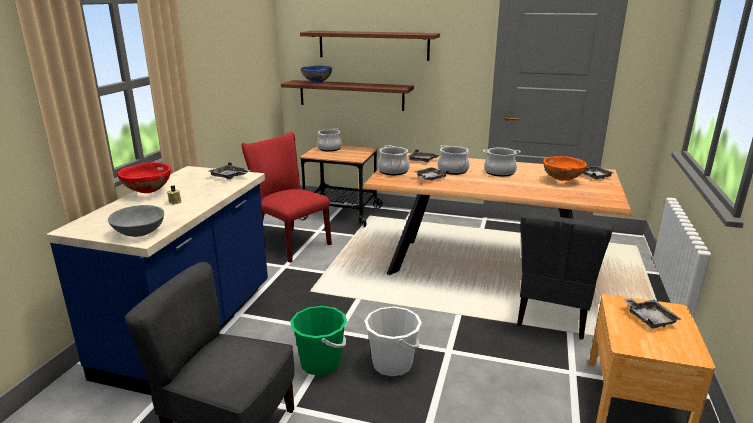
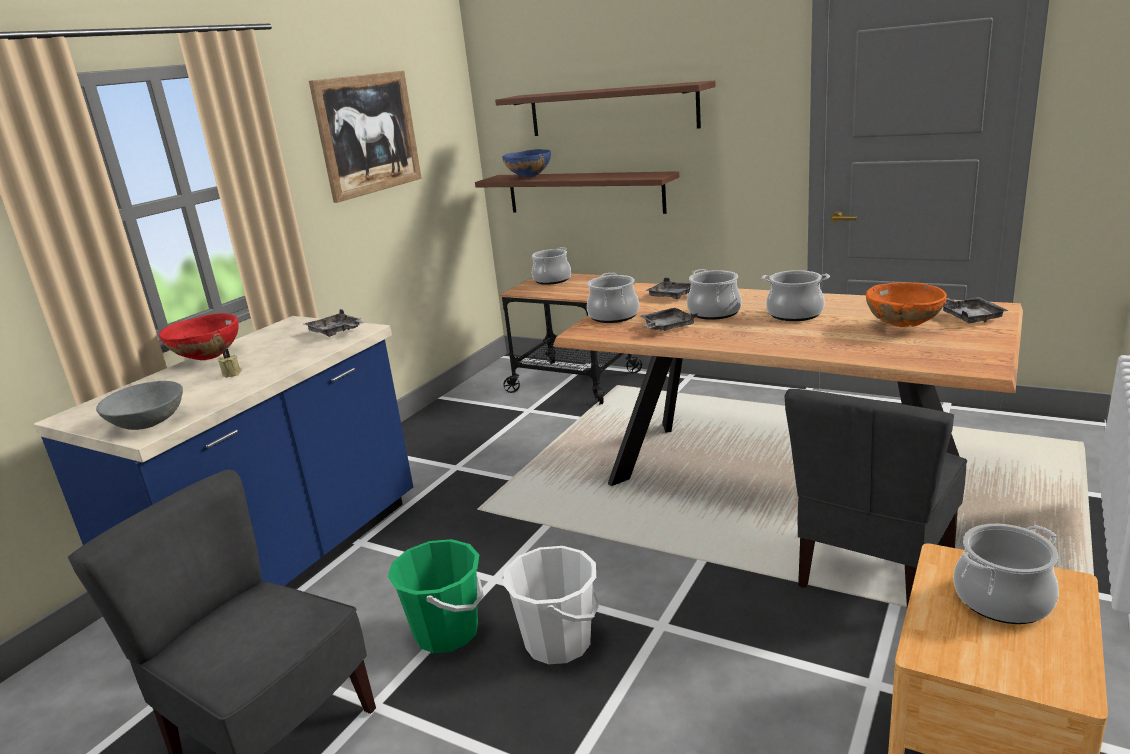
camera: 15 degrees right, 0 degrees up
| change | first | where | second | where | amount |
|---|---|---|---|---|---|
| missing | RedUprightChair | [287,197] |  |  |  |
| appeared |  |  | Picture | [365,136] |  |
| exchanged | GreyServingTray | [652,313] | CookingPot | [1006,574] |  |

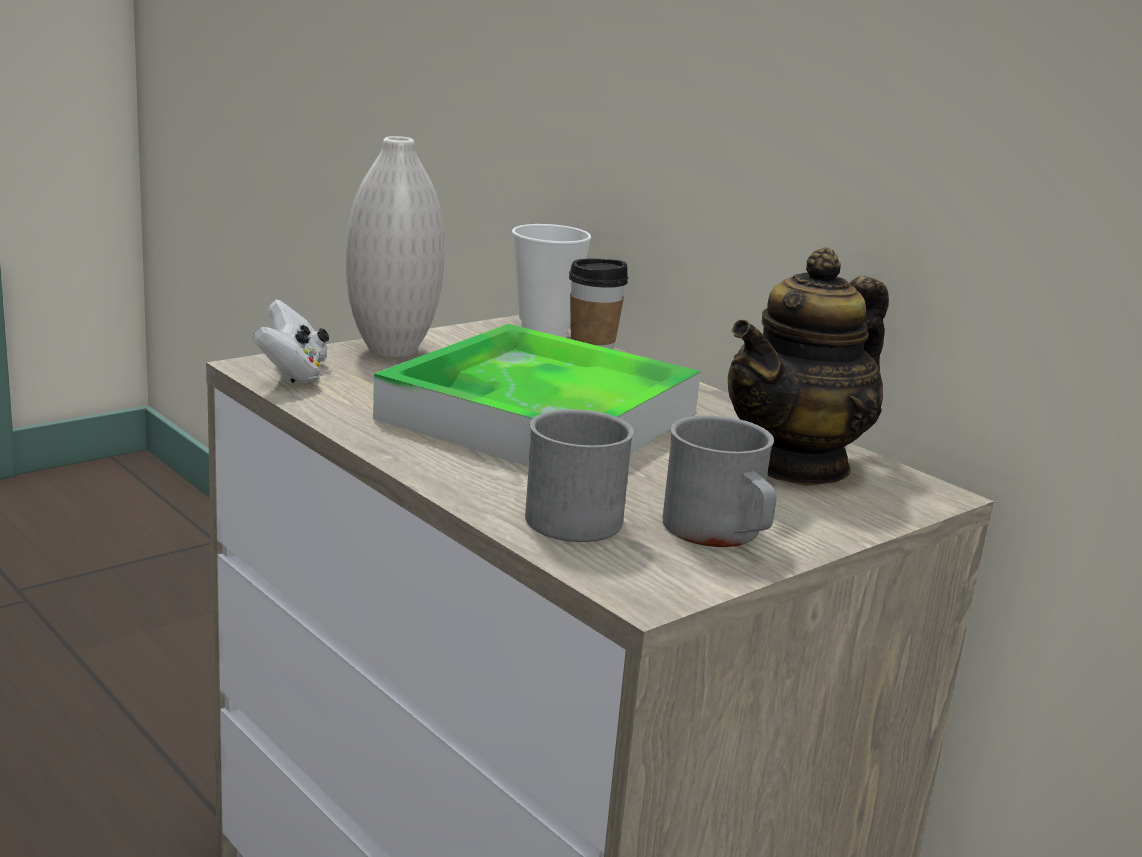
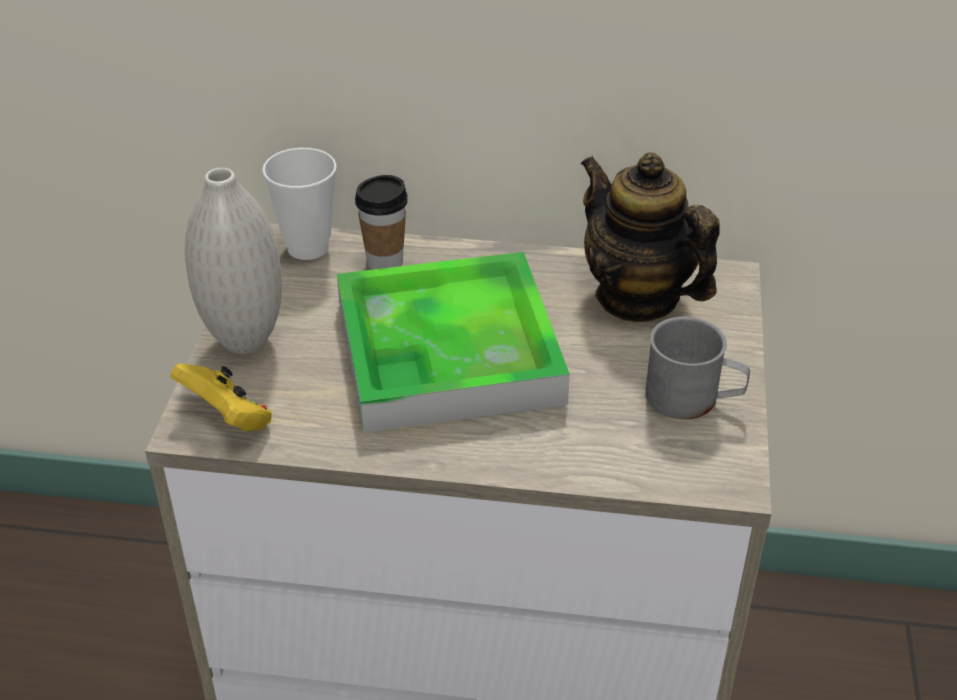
camera: 40 degrees left, 20 degrees up
| change | first | where | second | where | amount |
|---|---|---|---|---|---|
| missing | GreyTeaMug | [579,475] |  |  |  |
| colour | WhiteGameController | [290,342] | YellowishGameController | [221,398] |  |
| spun | Teapot | [808,366] |  | [650,237] | 135 degrees clockwise |

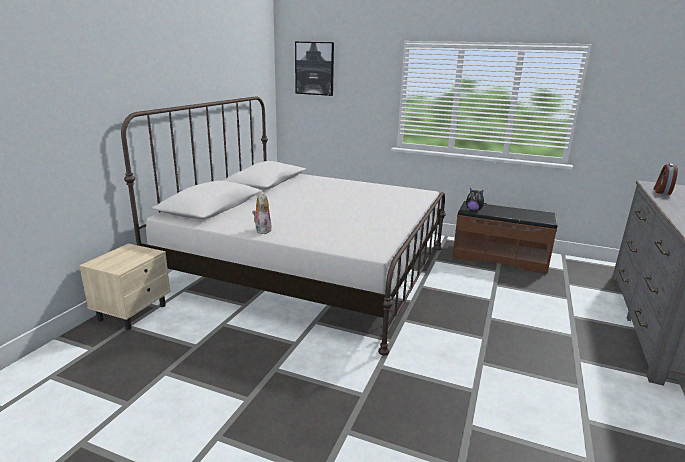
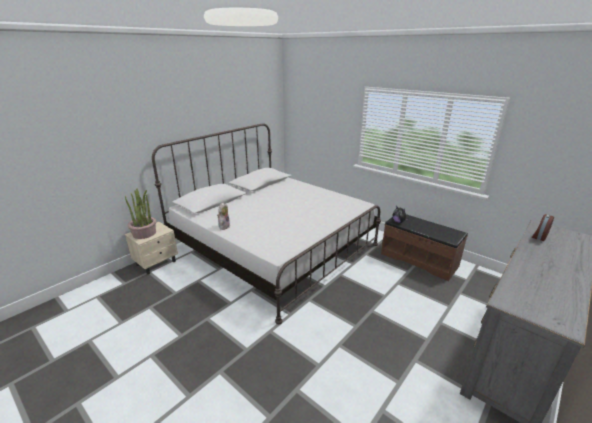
camera: 20 degrees right, 5 degrees up
| change | first | where | second | where | amount |
|---|---|---|---|---|---|
| missing | Picture | [314,69] |  |  |  |
| appeared |  |  | PottedPlant | [140,213] |  |

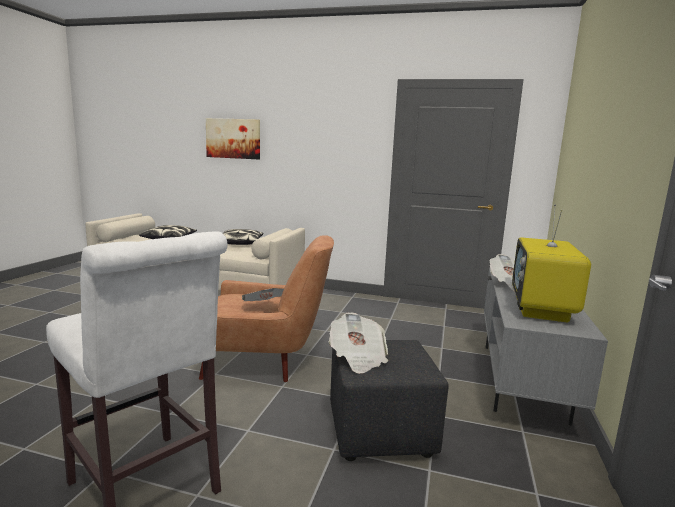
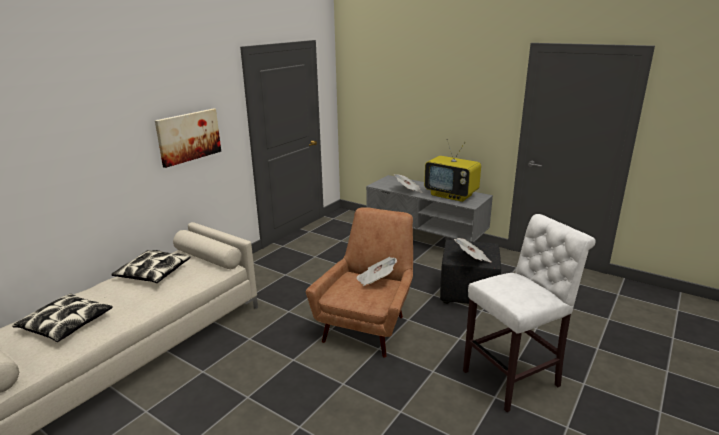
camera: 70 degrees left, 10 degrees up
| change | first | where | second | where | amount |
|---|---|---|---|---|---|
| relocated | Picture | [233,138] |  | [188,138] |  |

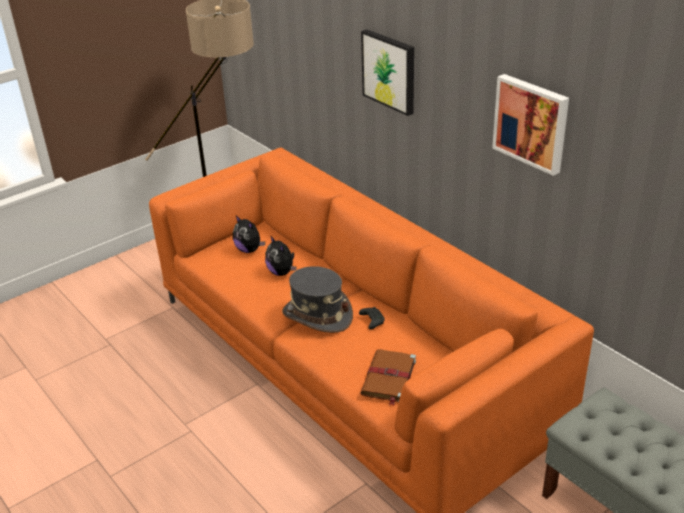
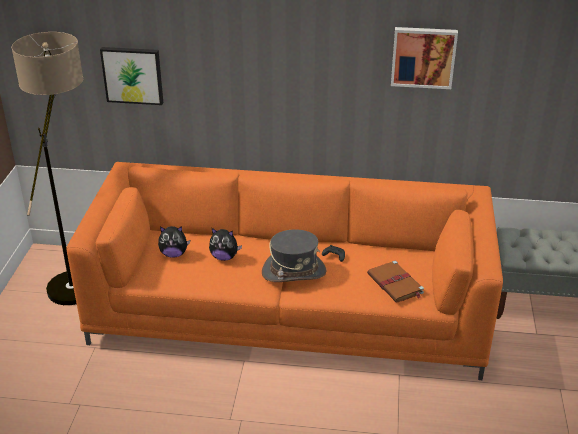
camera: 45 degrees left, 0 degrees up
| change | first | where | second | where | amount |
|---|---|---|---|---|---|
| relocated | Picture | [387,72] |  | [131,76] |  |

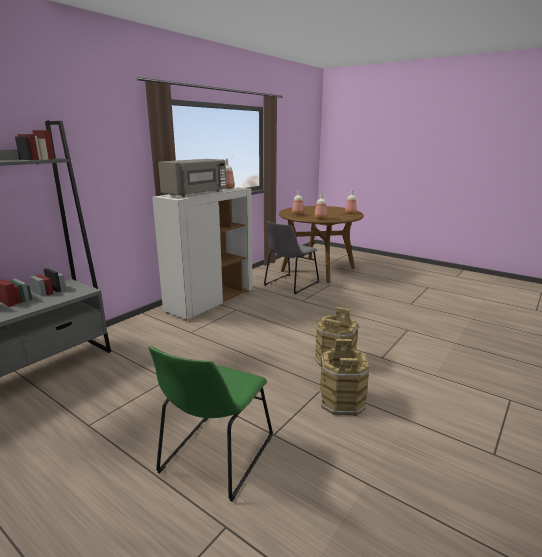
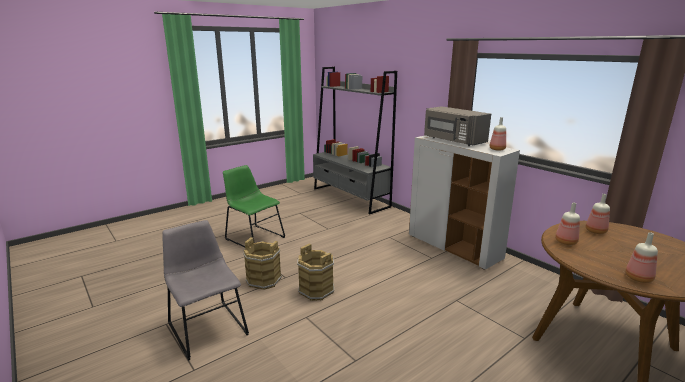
camera: 105 degrees right, 0 degrees up
| change | first | where | second | where | amount |
|---|---|---|---|---|---|
| relocated | GreyUprightChair | [291,257] |  | [205,290] |  |

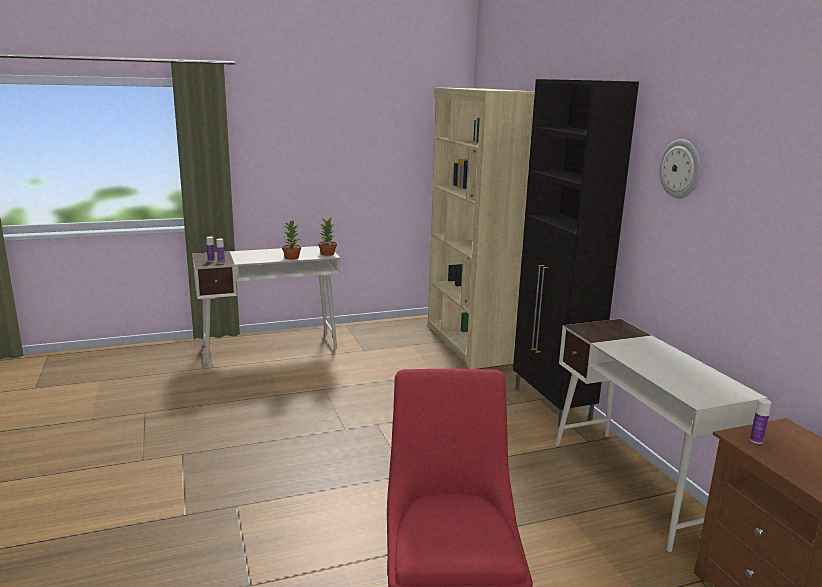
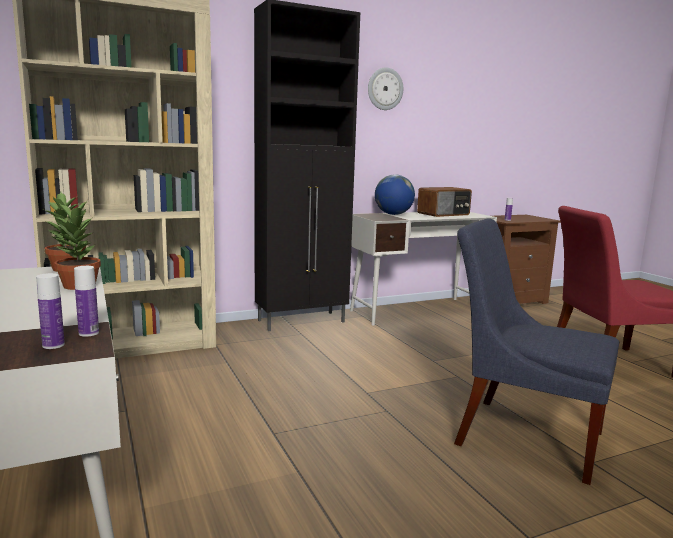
camera: 95 degrees left, 5 degrees down
| change | first | where | second | where | amount |
|---|---|---|---|---|---|
| appeared |  |  | WorldGlobe | [395,194] |  |
| appeared |  |  | Radio | [444,202] |  |
| appeared |  |  | BlueColouredUprightChair | [536,351] |  |

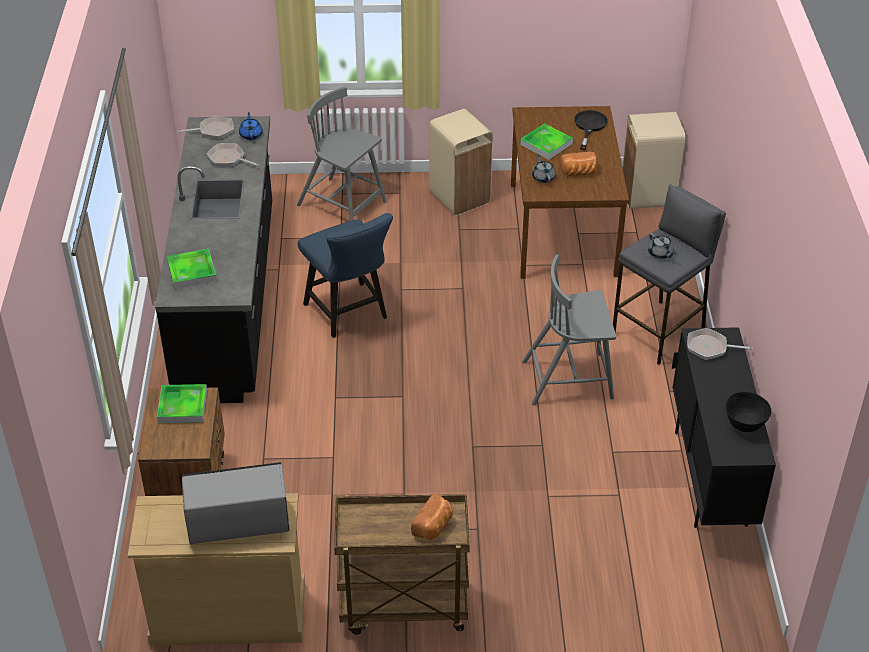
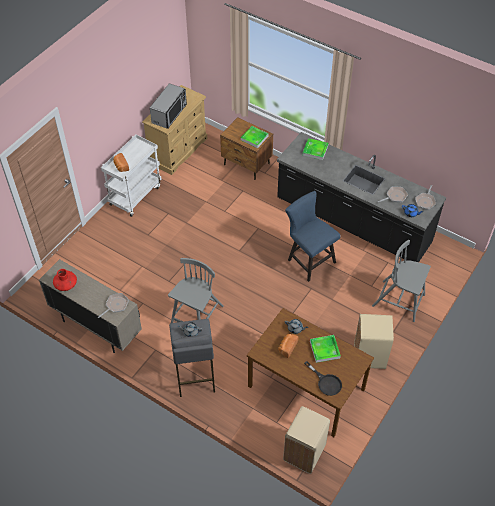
camera: 125 degrees right, 10 degrees up
| change | first | where | second | where | amount |
|---|---|---|---|---|---|
| exchanged | BlackDeepDish | [749,412] | RedVase | [65,280] |  |
| colour | BrownColouredTrolley | [402,563] | WhiteTrolley | [131,175] |  |
| colour | BlackStorageCabinet | [724,427] | BeigeColouredStorageCabinet | [90,306] |  |
| spun | GreyUprightChair | [342,153] |  | [401,281] | 135 degrees counterclockwise |
| spun | BlueColouredUprightChair | [345,275] |  | [313,236] | 45 degrees clockwise |

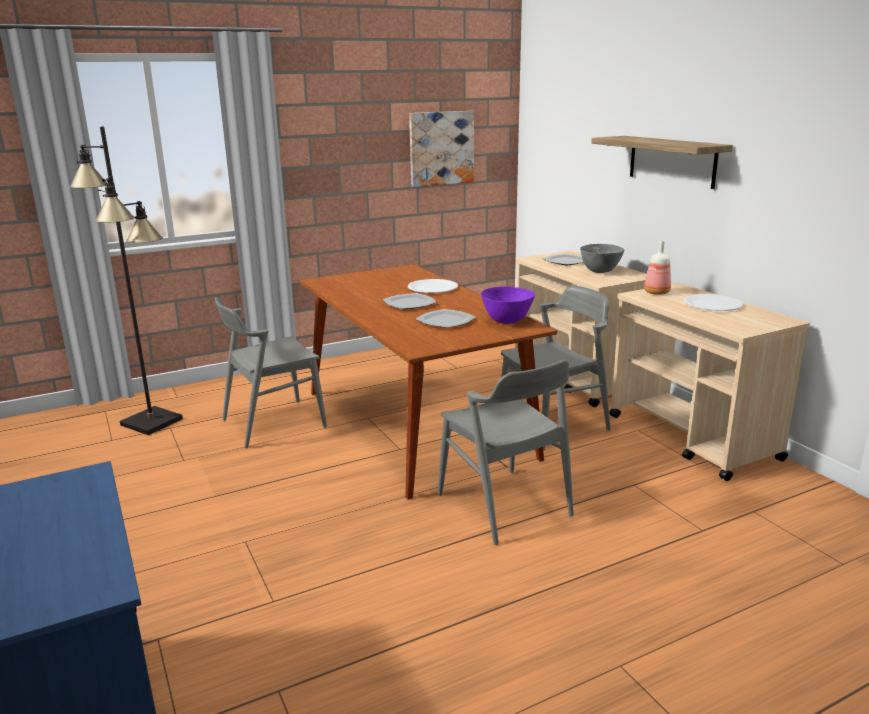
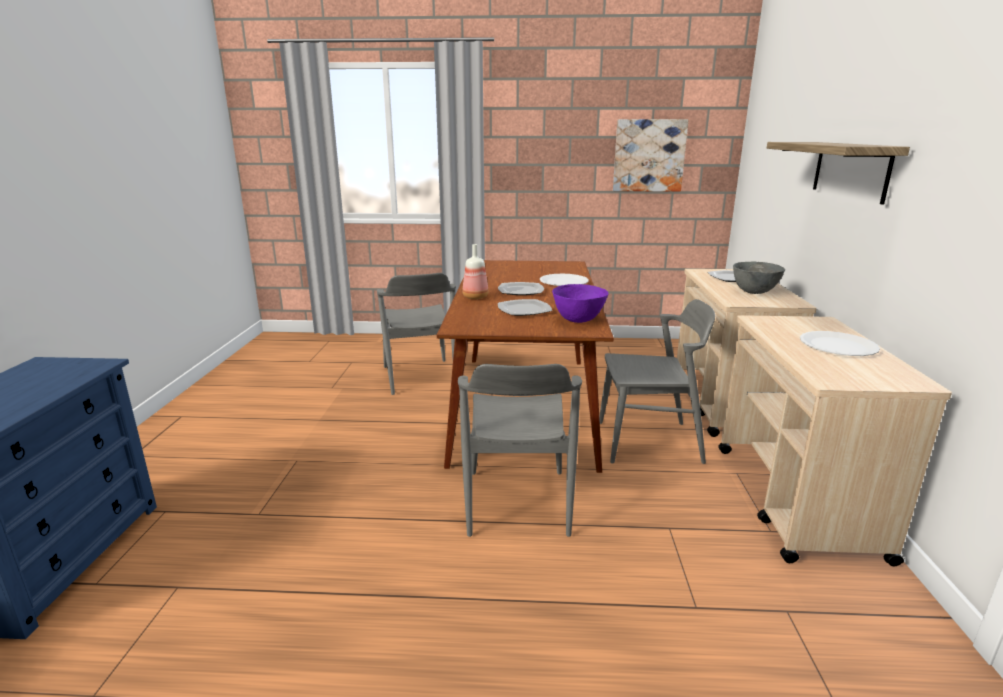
camera: 30 degrees right, 0 degrees up
| change | first | where | second | where | amount |
|---|---|---|---|---|---|
| missing | BlackStandardLamp | [126,280] |  |  |  |
| relocated | DrinkBottle | [657,267] |  | [475,271] |  |
| spun | GreyUprightChair | [271,372] |  | [416,334] | 105 degrees counterclockwise |

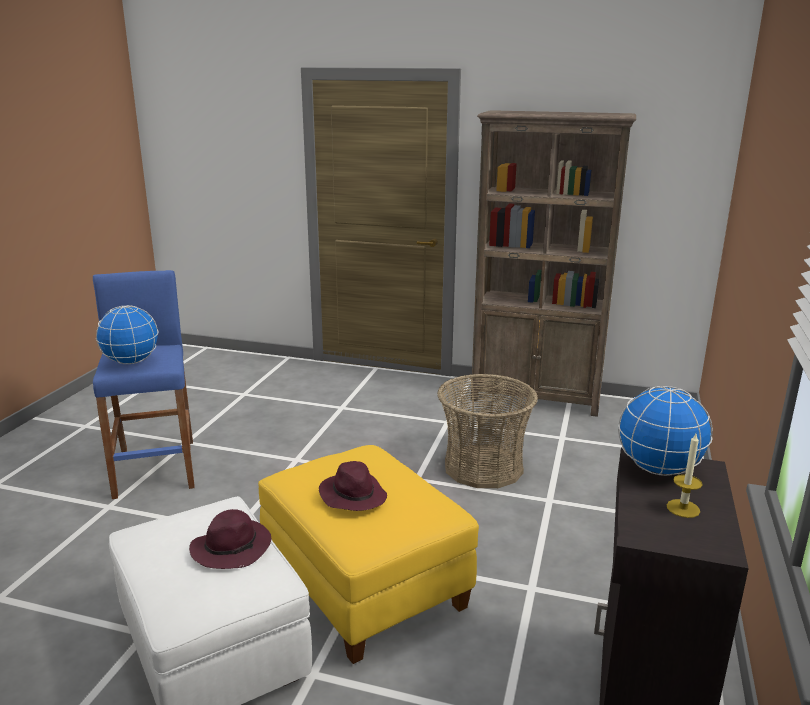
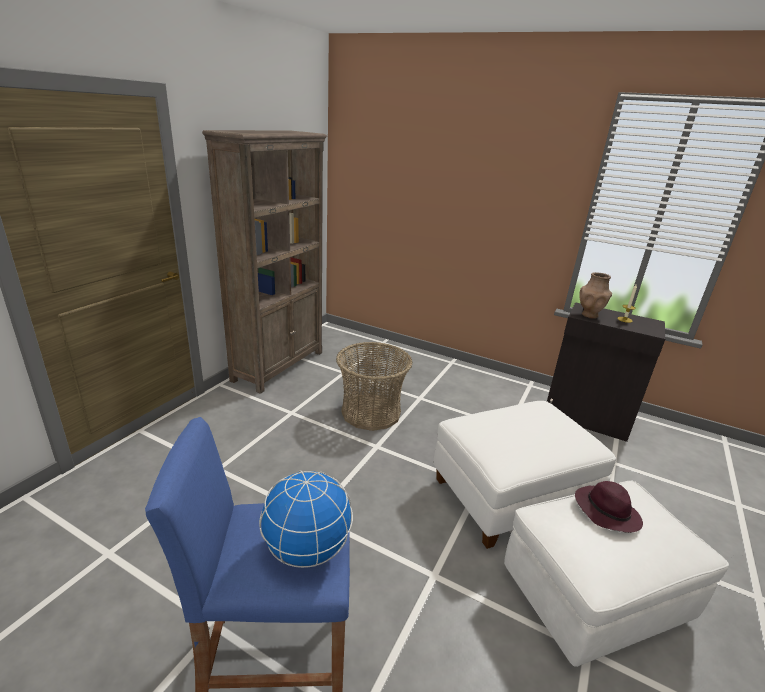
camera: 80 degrees left, 5 degrees up
| change | first | where | second | where | amount |
|---|---|---|---|---|---|
| missing | PurpleWearableHat | [353,486] |  |  |  |
| exchanged | WorldGlobe | [665,431] | BrownColouredVase | [595,295] |  |
| colour | YellowishPouffe | [368,554] | WhitePouffe | [524,475] |  |

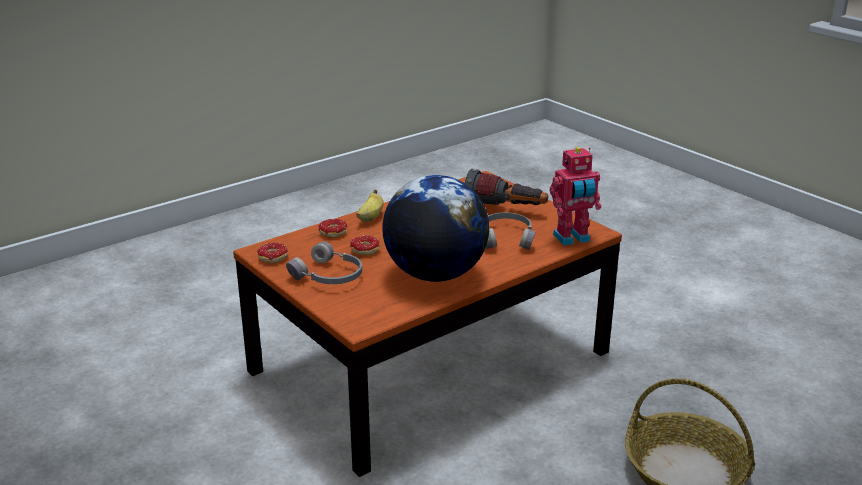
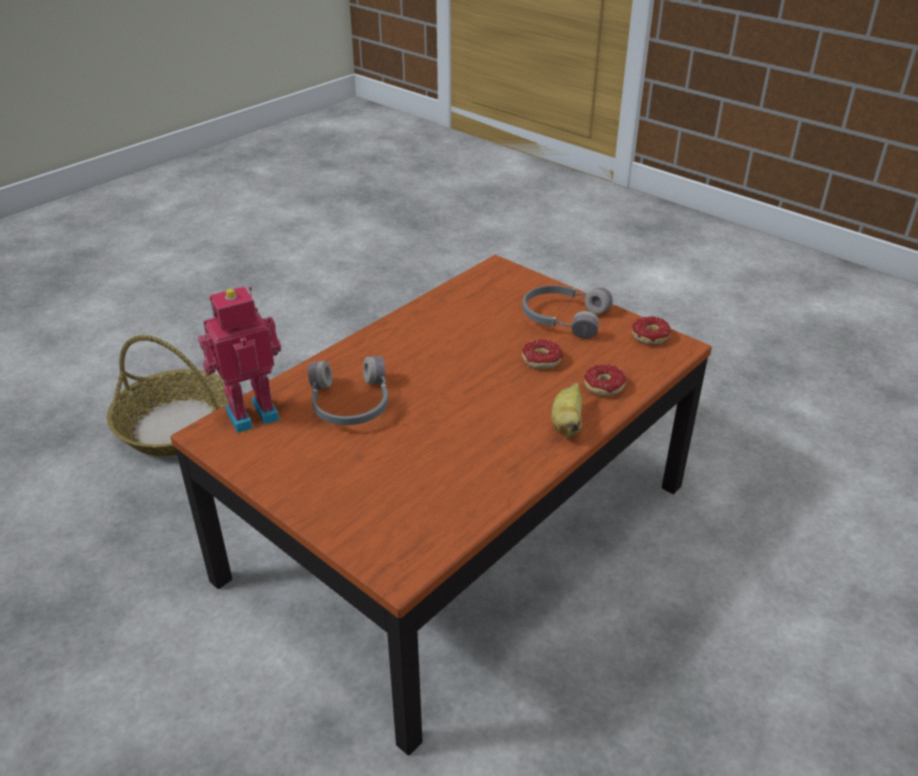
camera: 170 degrees right, 10 degrees up
| change | first | where | second | where | amount |
|---|---|---|---|---|---|
| missing | WorldGlobe | [435,228] |  |  |  |
| missing | Torch | [506,187] |  |  |  |

